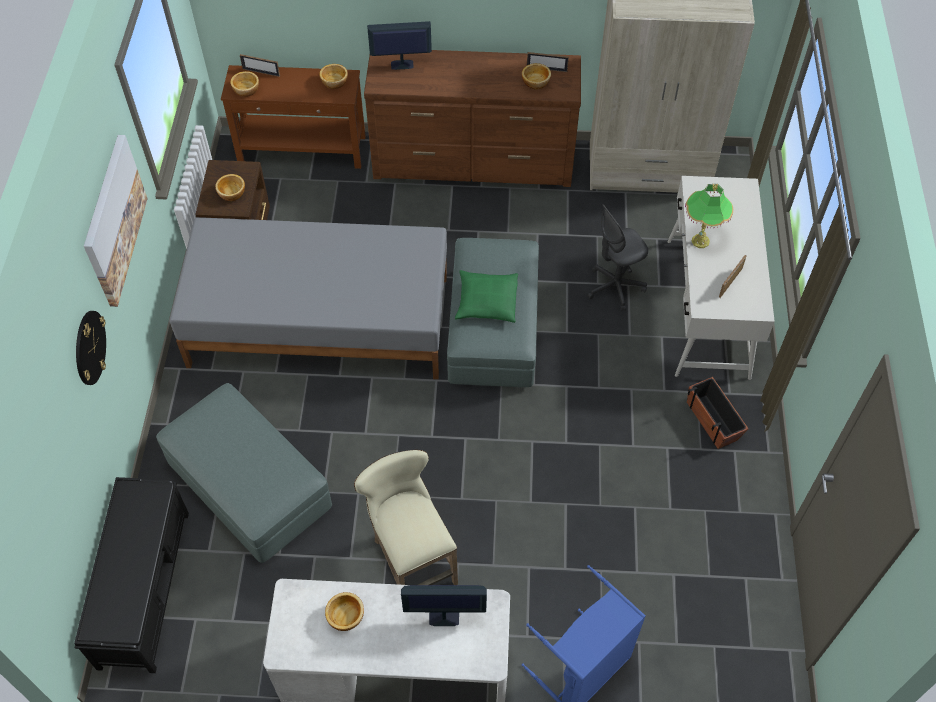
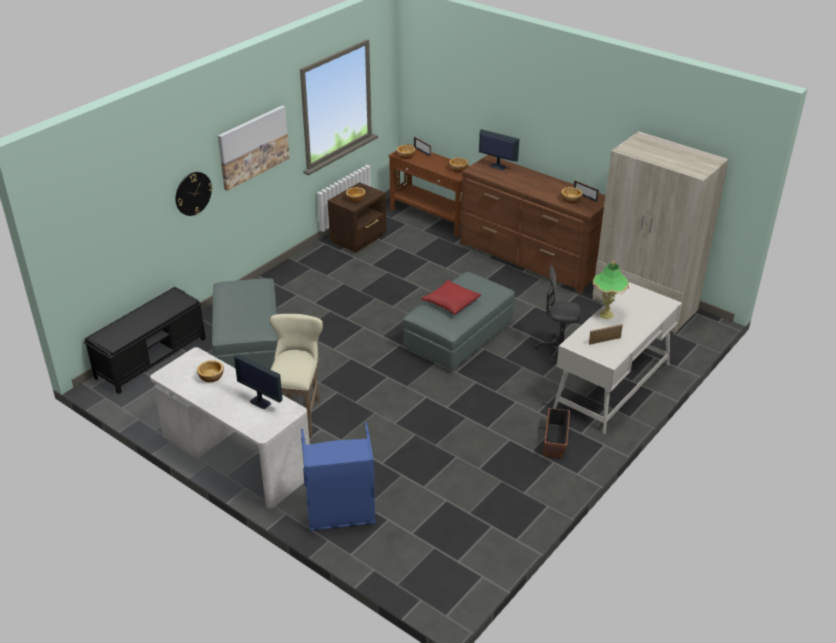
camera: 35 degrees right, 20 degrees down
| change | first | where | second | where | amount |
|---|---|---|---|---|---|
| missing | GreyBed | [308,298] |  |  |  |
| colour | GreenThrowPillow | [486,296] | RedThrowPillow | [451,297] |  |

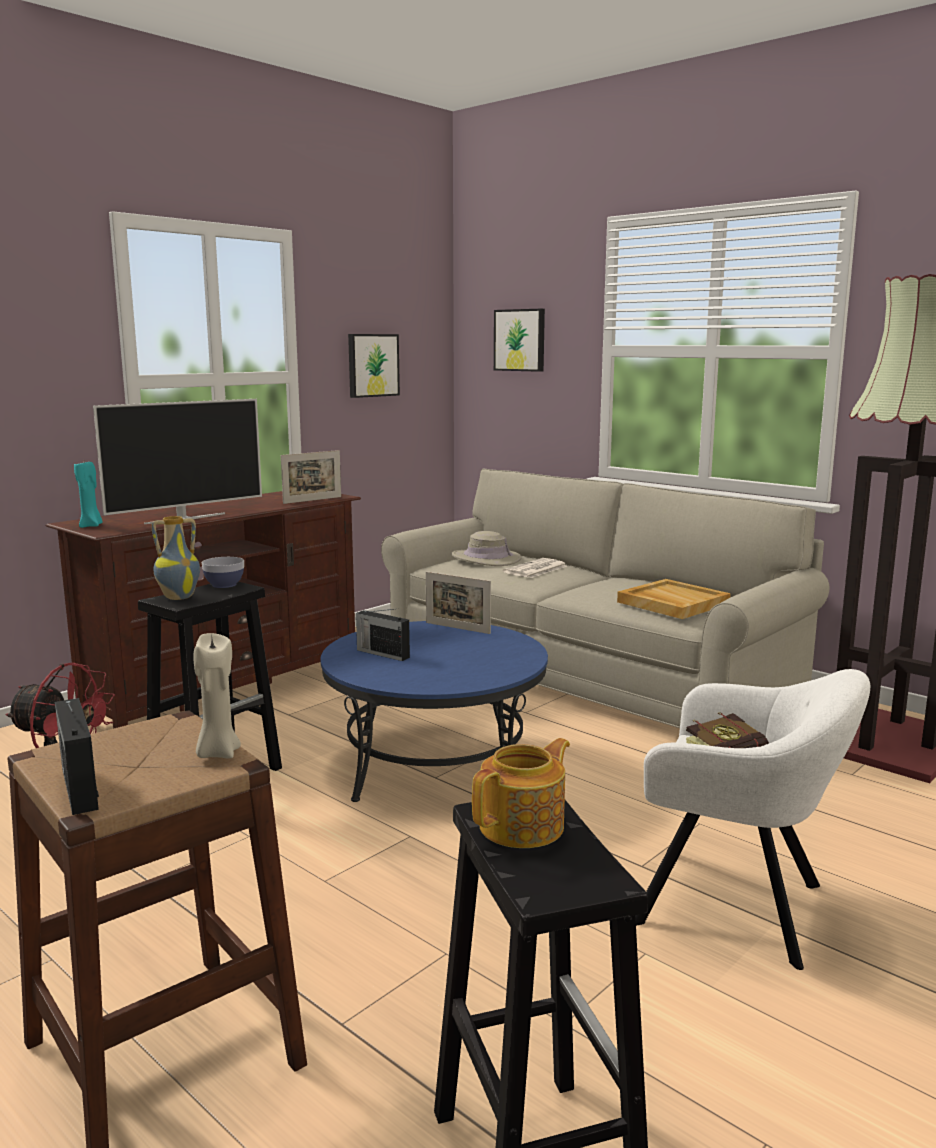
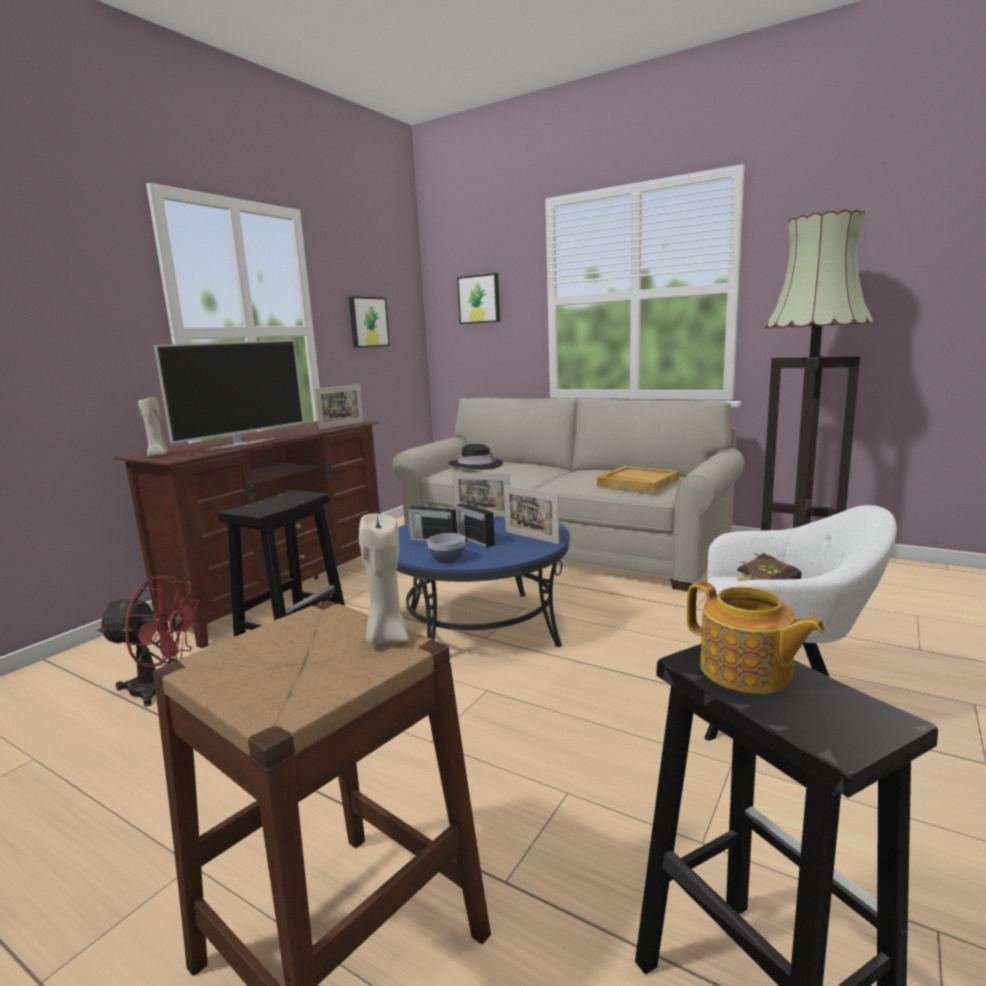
camera: 10 degrees left, 0 degrees up
| change | first | where | second | where | amount |
|---|---|---|---|---|---|
| missing | Vase | [176,558] |  |  |  |
| missing | Newspaper | [535,568] |  |  |  |
| appeared |  |  | StandingFrame | [531,514] |  |
| relocated | Radio | [77,756] |  | [475,525] |  |
| relocated | DeepDish | [223,572] |  | [446,548] |  |
| colour | TurquoiseColouredCandle | [88,495] | BeigeColouredCandle | [153,427] |  |
| colour | BeigeColouredWearableHat | [487,548] | BlackWearableHat | [475,456] |  |
| spun | Teapot | [521,793] |  | [756,637] | 105 degrees clockwise |

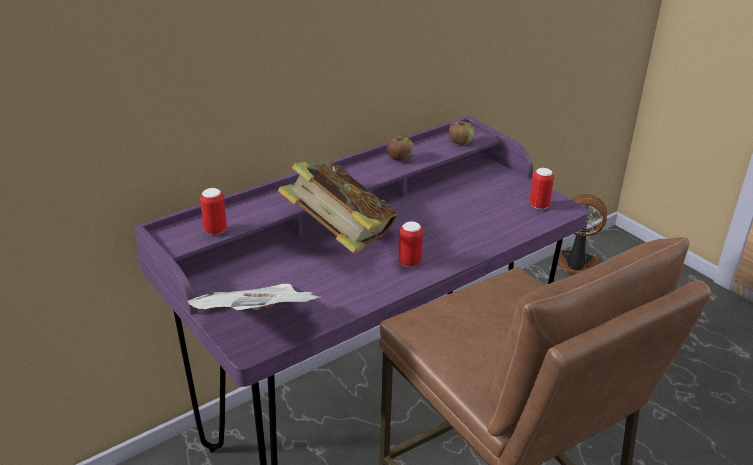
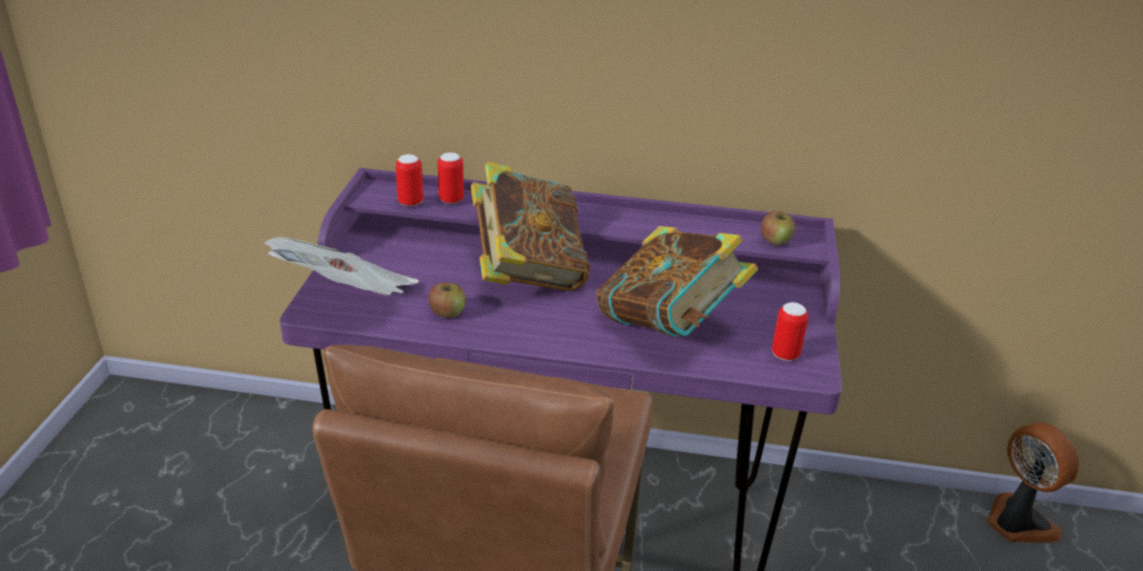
camera: 45 degrees right, 0 degrees up
| change | first | where | second | where | amount |
|---|---|---|---|---|---|
| appeared |  |  | Book | [677,281] |  |
| relocated | Apple | [399,148] |  | [447,300] |  |
| relocated | MetalCan | [411,244] |  | [451,178] |  |

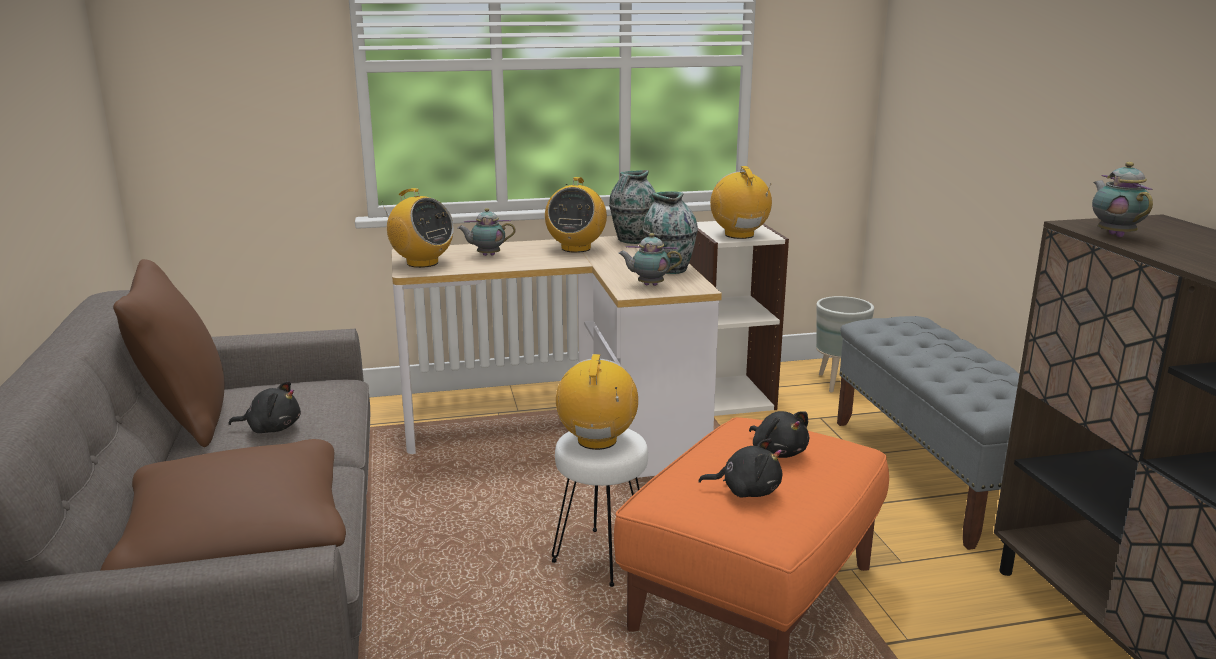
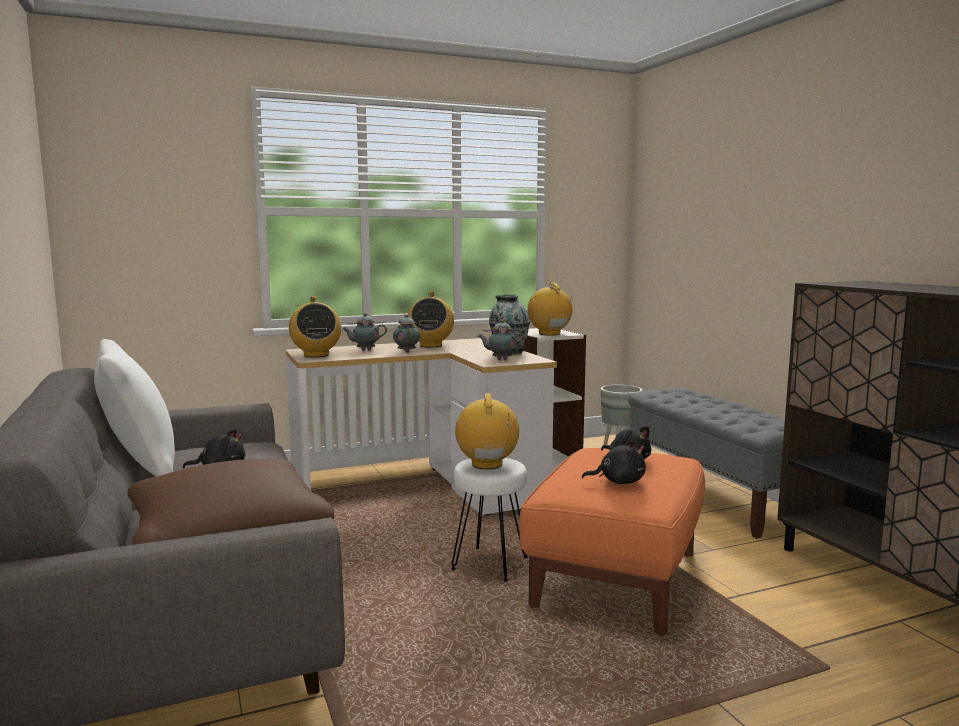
camera: 10 degrees left, 10 degrees down
| change | first | where | second | where | amount |
|---|---|---|---|---|---|
| missing | Vase | [632,207] |  |  |  |
| relocated | Teapot | [1122,199] |  | [406,333] |  |
| colour | BrownColouredThrowPillow | [168,353] | WhiteThrowPillow | [134,408] |  |
| spun | Radio | [418,228] |  | [315,326] | 45 degrees clockwise |

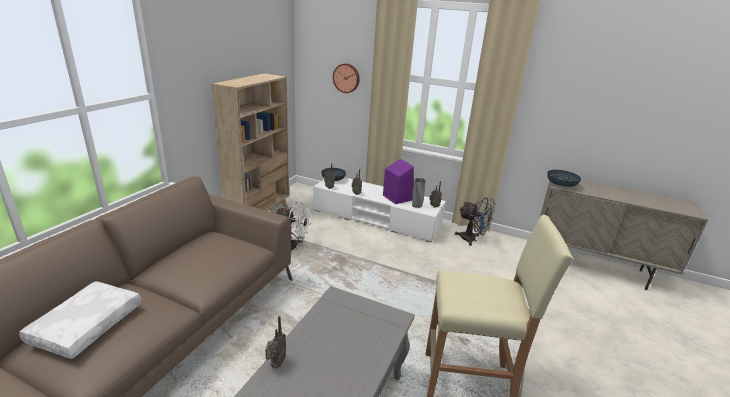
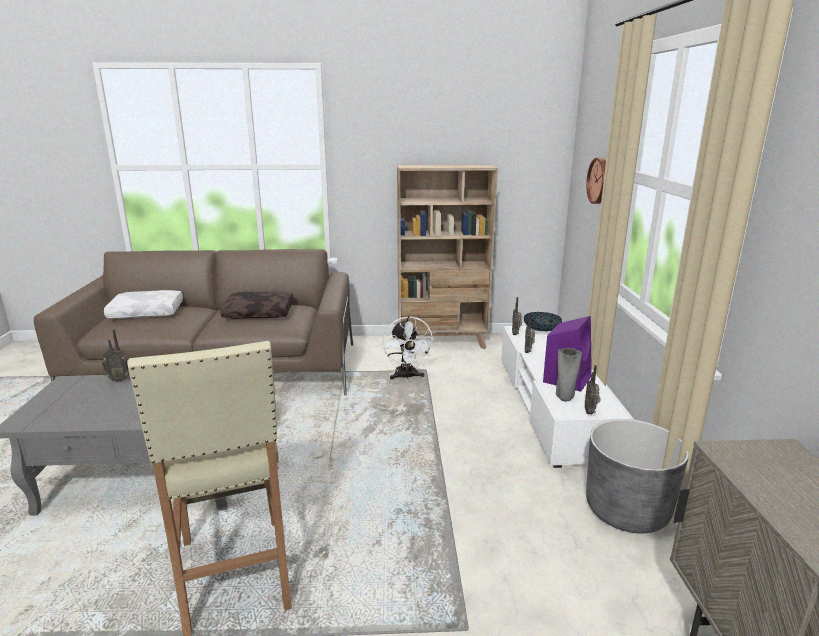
camera: 65 degrees right, 5 degrees down
| change | first | where | second | where | amount |
|---|---|---|---|---|---|
| missing | DeepDish | [564,178] |  |  |  |
| appeared |  |  | BrownColouredThrowPillow | [257,305] |  |
| exchanged | BlueColouredElectricFan | [475,221] | GreyPlantPot | [637,476] |  |

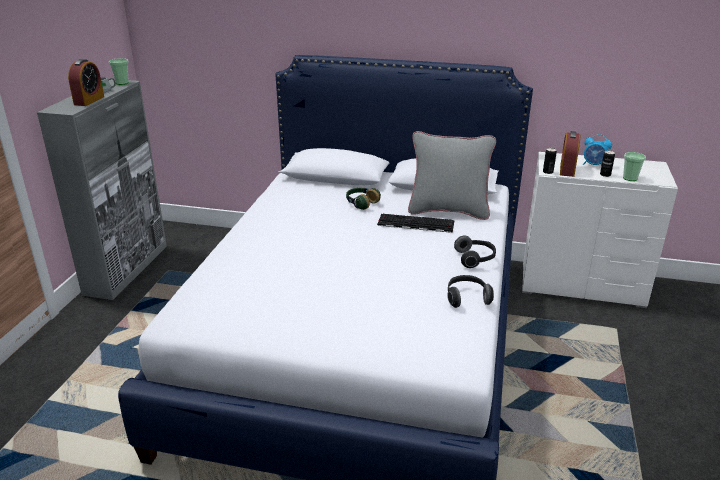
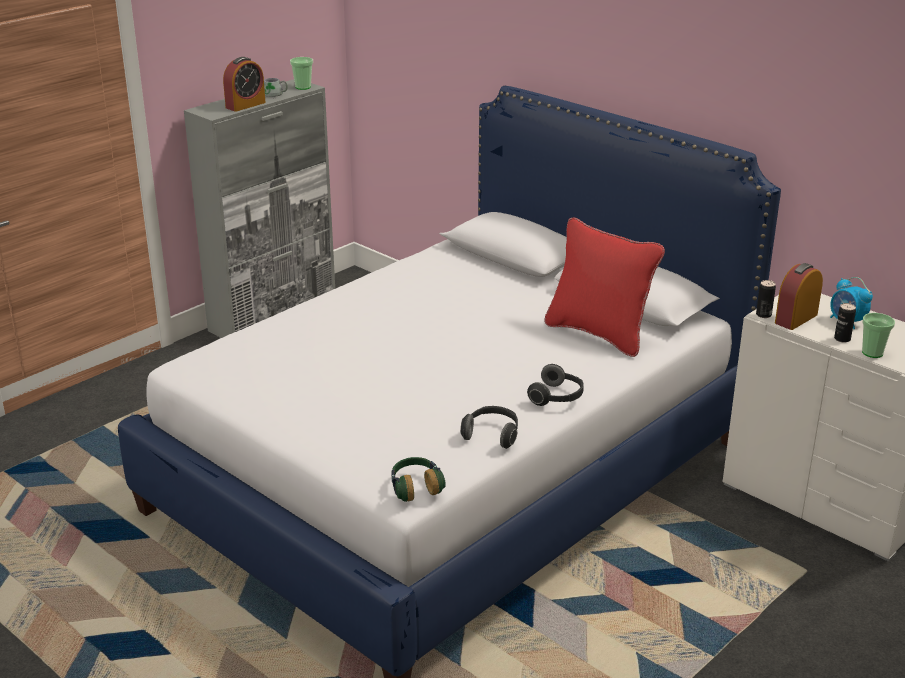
camera: 30 degrees right, 0 degrees up
| change | first | where | second | where | amount |
|---|---|---|---|---|---|
| missing | PcKeyboard | [415,223] |  |  |  |
| relocated | Headset | [363,199] |  | [418,479] |  |
| colour | GreyThrowPillow | [452,175] | RedThrowPillow | [604,287] |  |

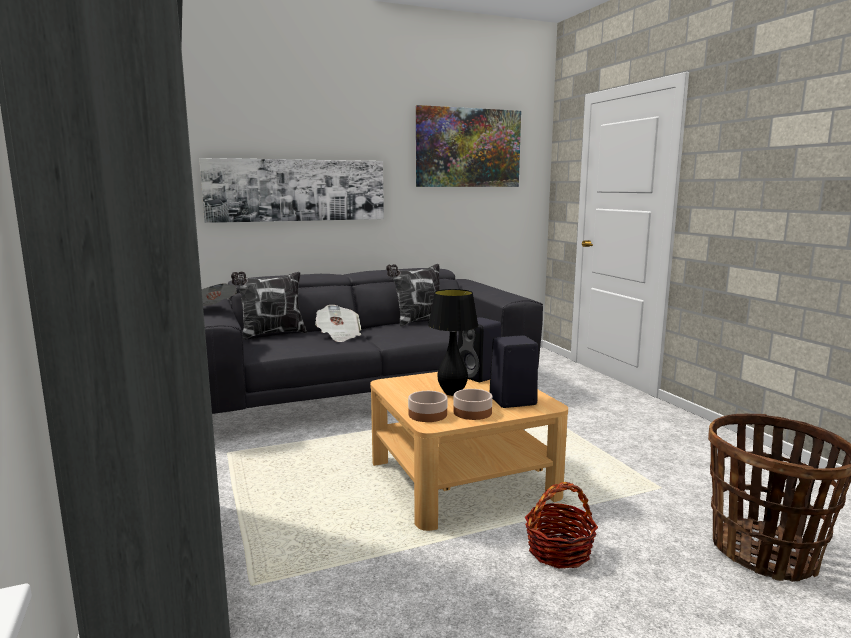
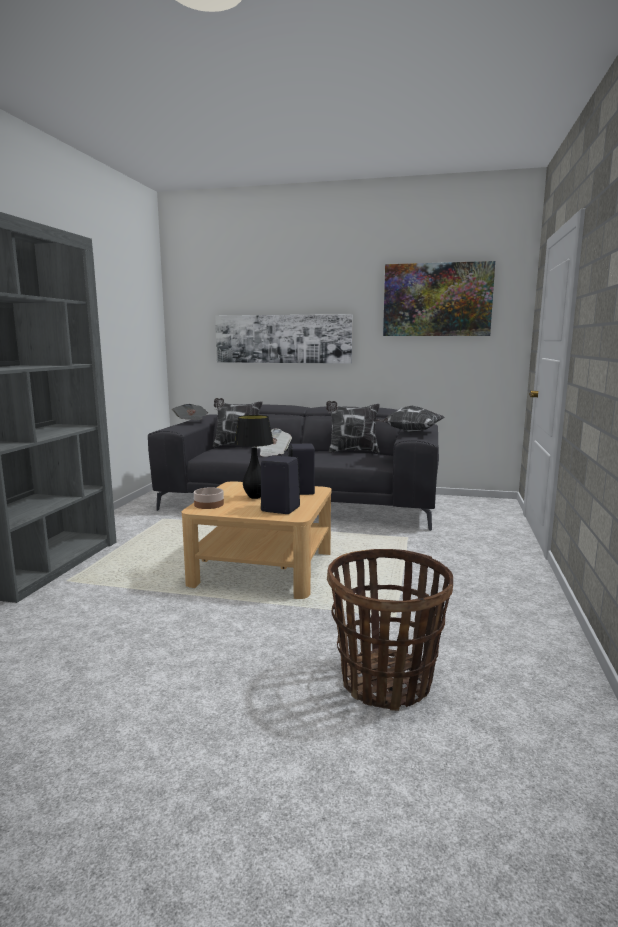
camera: 35 degrees right, 0 degrees up
| change | first | where | second | where | amount |
|---|---|---|---|---|---|
| missing | DeepDish | [472,404] |  |  |  |
| missing | Basket | [561,525] |  |  |  |
| appeared |  |  | ThrowPillow | [409,419] |  |

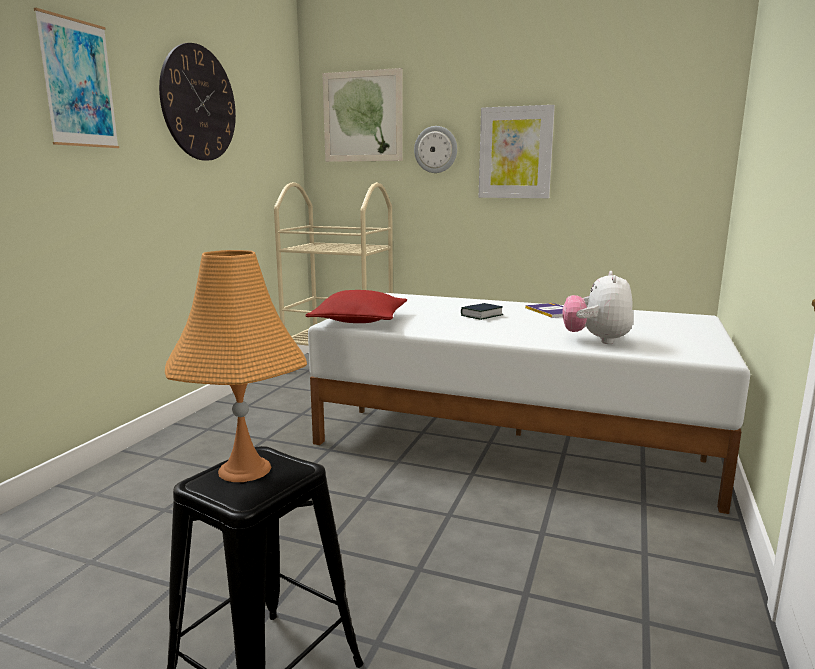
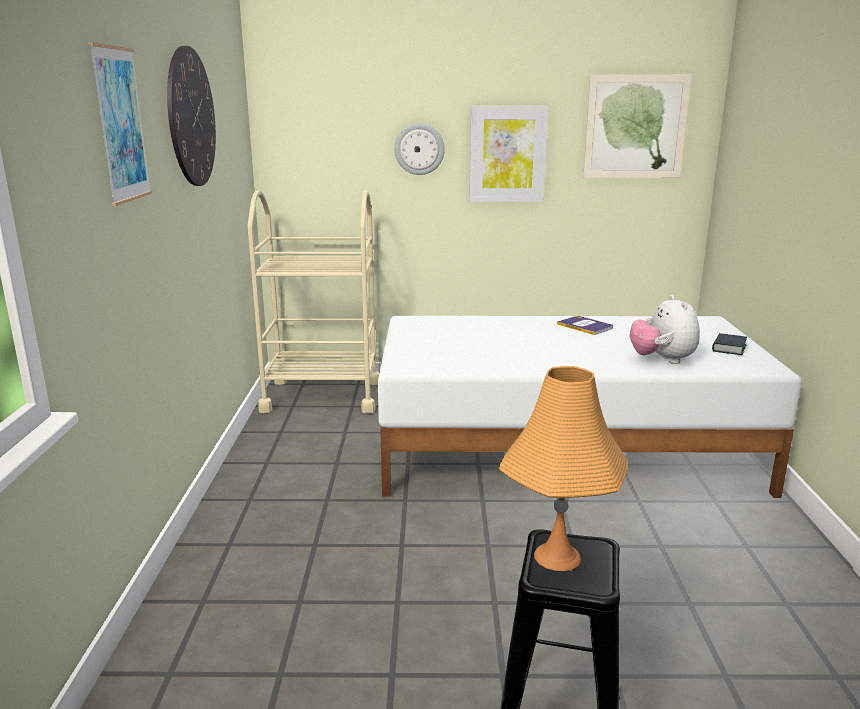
camera: 20 degrees left, 5 degrees up
| change | first | where | second | where | amount |
|---|---|---|---|---|---|
| missing | RedThrowPillow | [356,306] |  |  |  |
| relocated | Picture | [362,115] |  | [637,126] |  |
| relocated | Book | [482,311] |  | [729,344] |  |

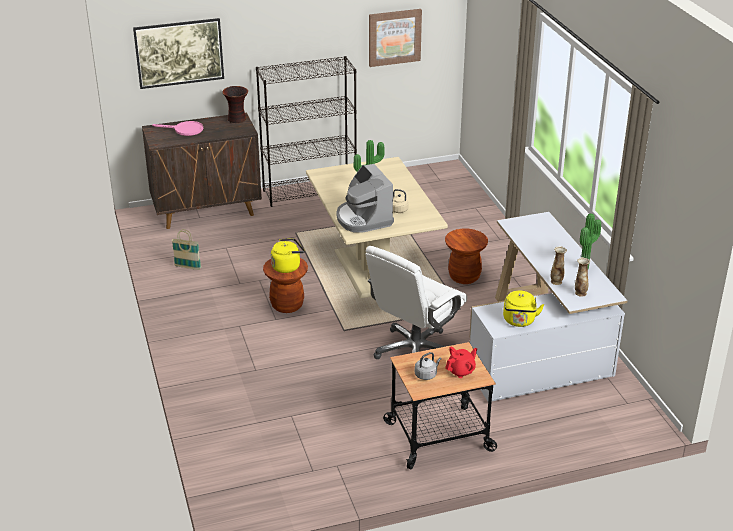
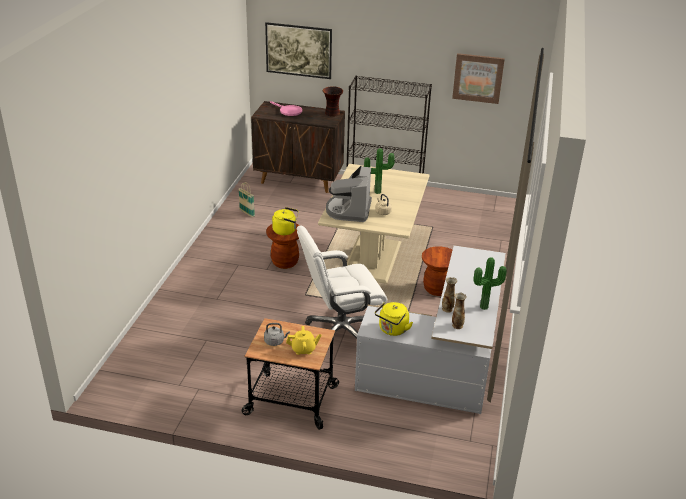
camera: 30 degrees right, 0 degrees up
| change | first | where | second | where | amount |
|---|---|---|---|---|---|
| colour | RedTeapot | [461,362] | YellowishTeapot | [304,340] |  |

